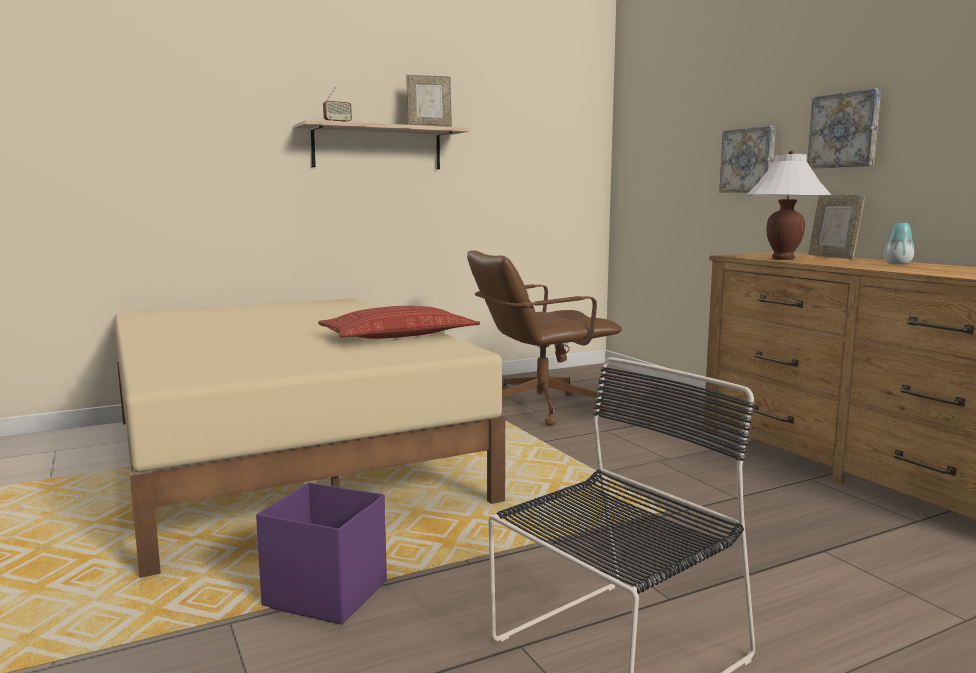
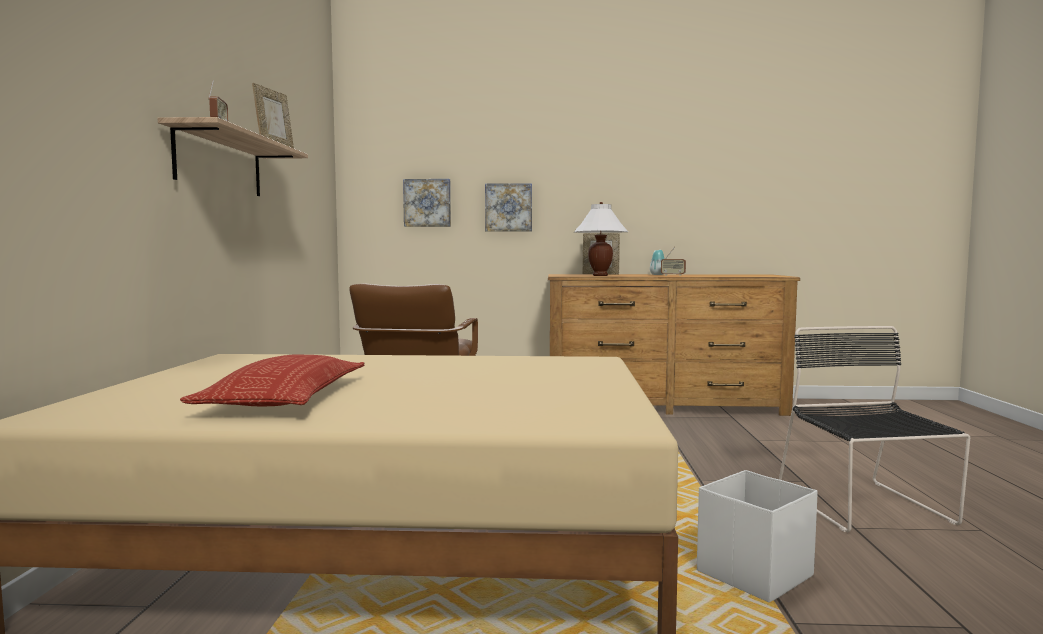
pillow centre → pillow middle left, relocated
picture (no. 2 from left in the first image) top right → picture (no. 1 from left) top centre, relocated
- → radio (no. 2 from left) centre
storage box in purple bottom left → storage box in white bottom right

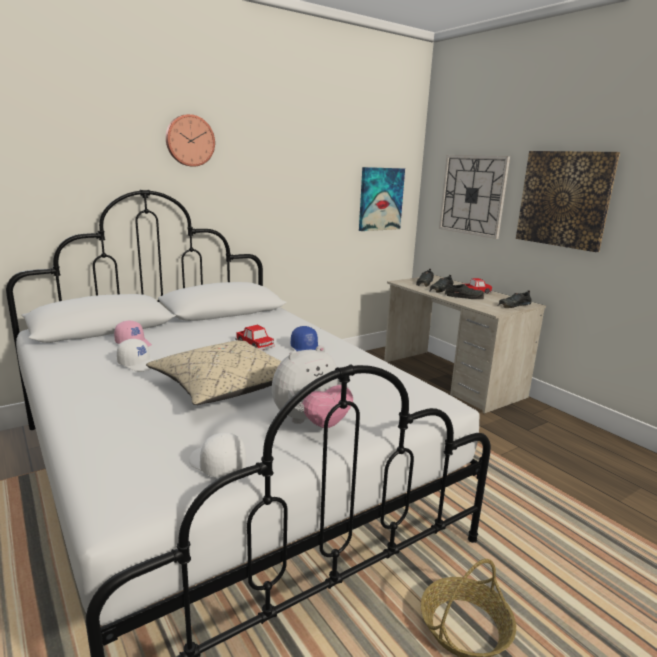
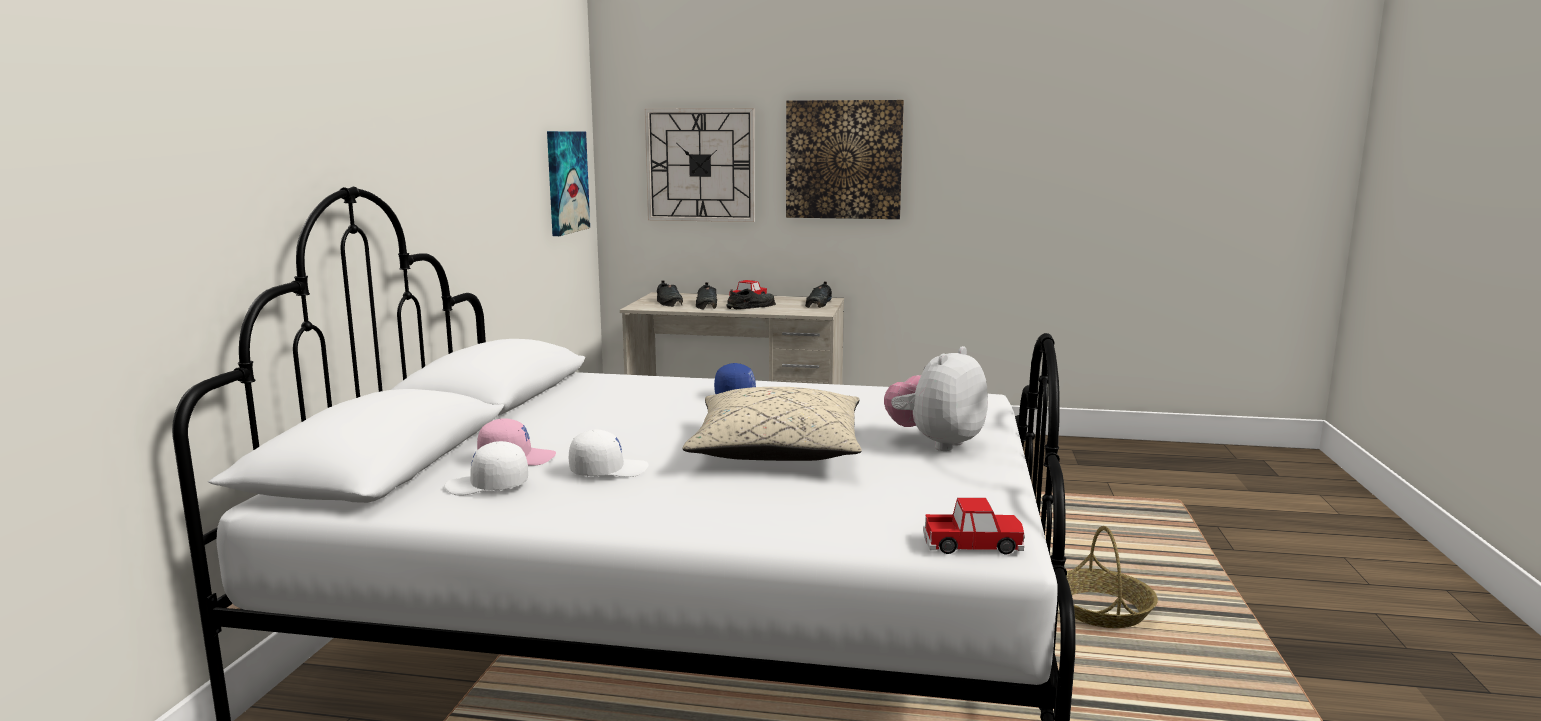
cap in white (no. 2 from left in the first image) bottom left → cap in white (no. 1 from left) middle left, relocated
plush toy centre, 150 degrees counterclockwise
toy car (no. 1 from left in the first image) centre → toy car (no. 2 from left) bottom centre, relocated
wall clock (no. 1 from left) top left → -

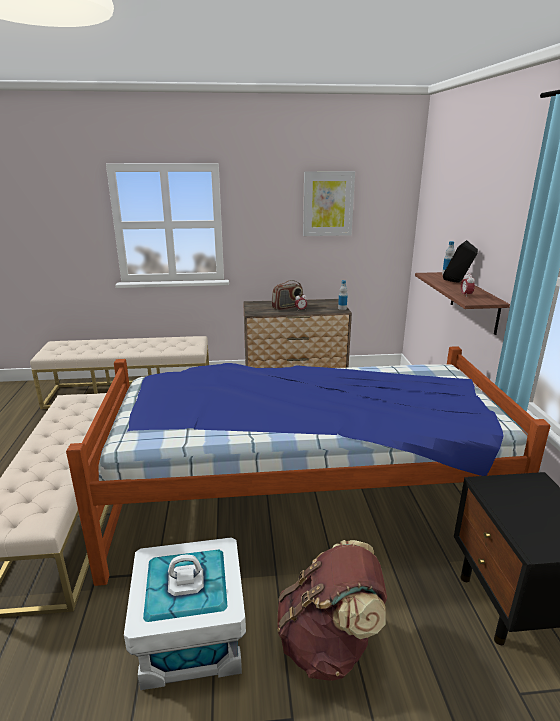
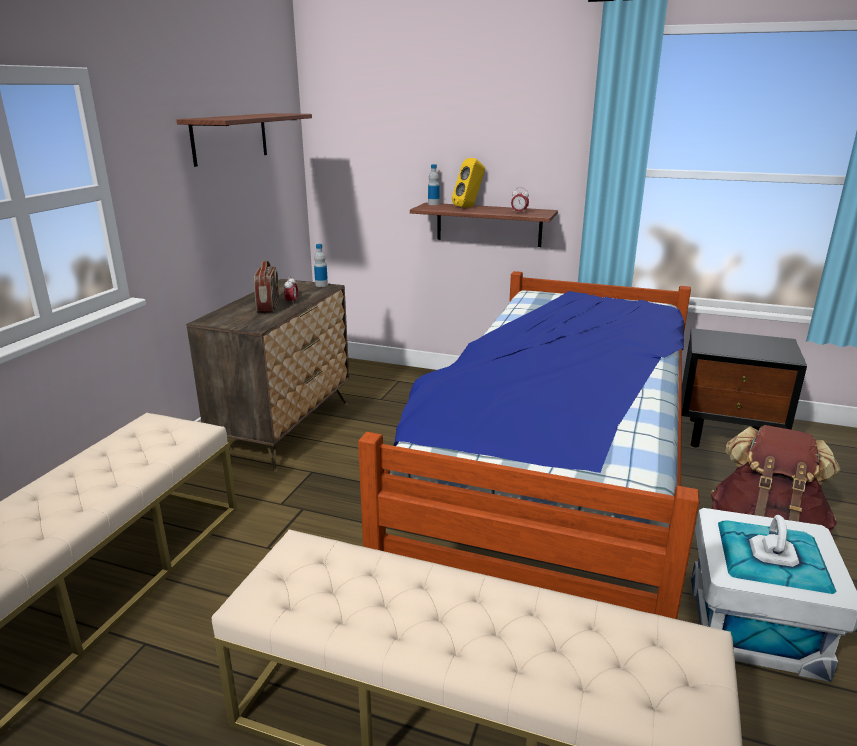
picture top centre → shelf (no. 1 from left) top left
speaker in black middle right → speaker in yellow top centre

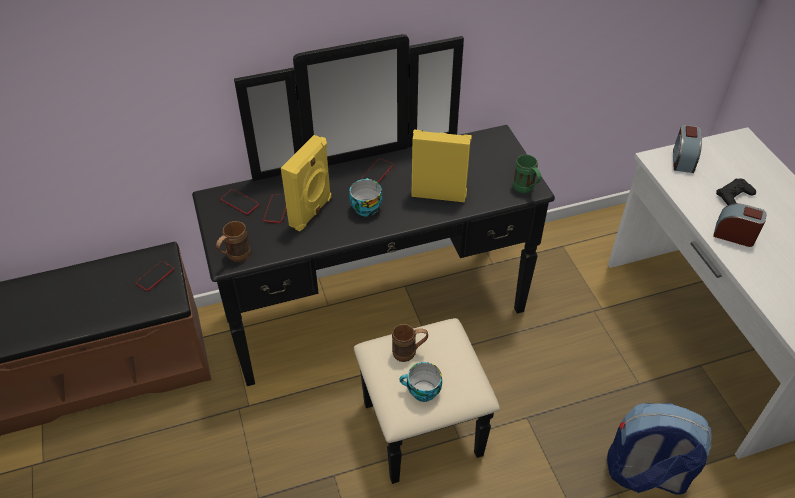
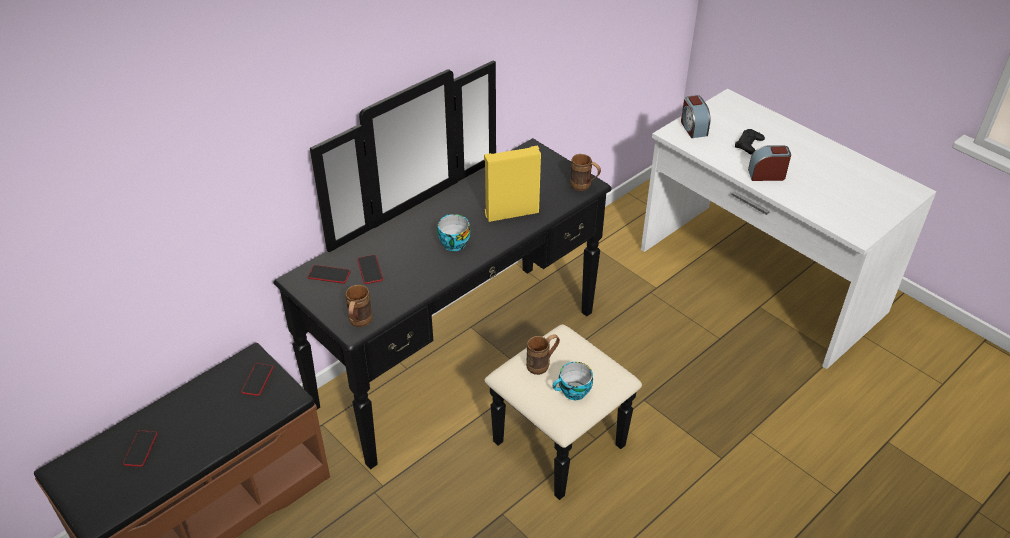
phone (no. 4 from left in the first image) centre → phone (no. 1 from left) bottom left, relocated
mug in green centre → mug in brown (no. 3 from left) top centre
speaker in yellow (no. 1 from left) centre → -
backpack bottom right → -

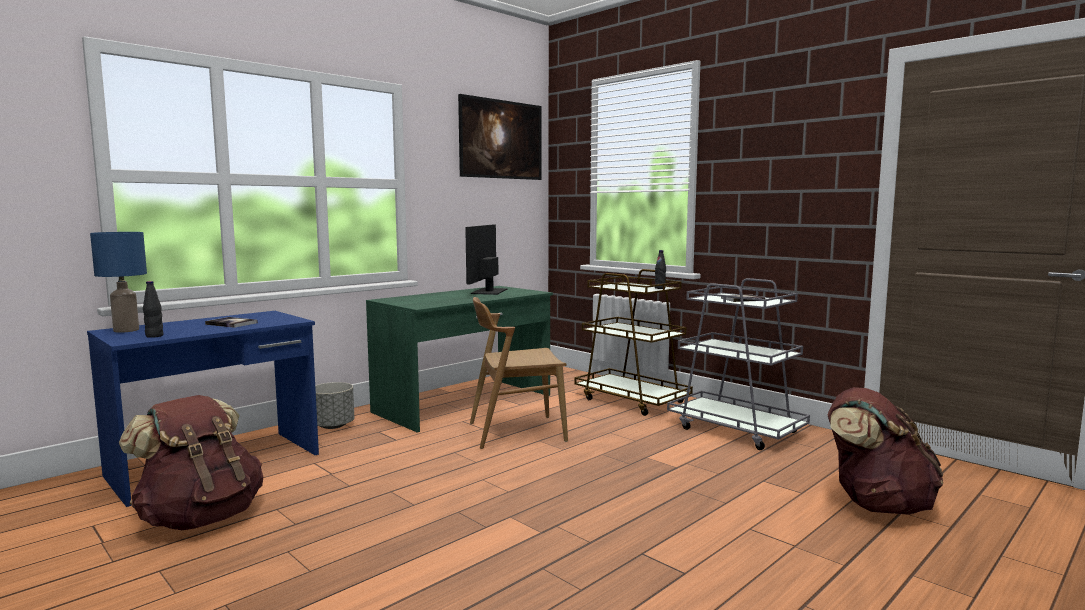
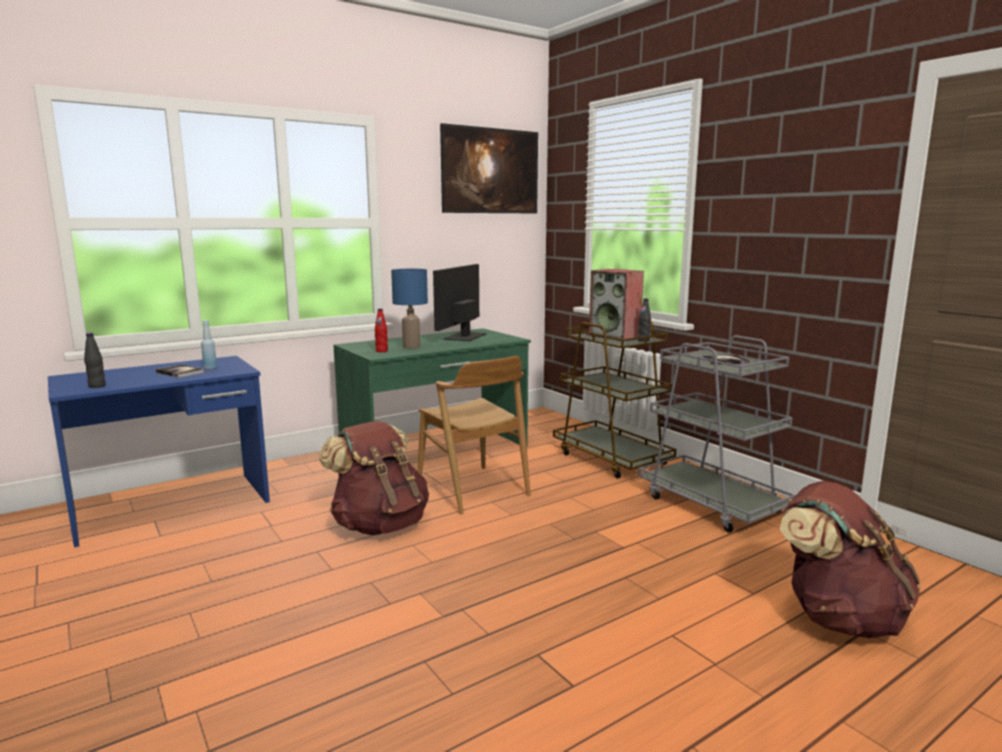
- → bottle in blue middle left
backpack in brown (no. 1 from left) bottom left → backpack in brown (no. 1 from left) centre, relocated
- → bottle in red centre
table lamp in blue middle left → table lamp in blue centre, relocated
chair in brown centre, 120 degrees counterclockwise
- → speaker centre
planter in grey middle left → -

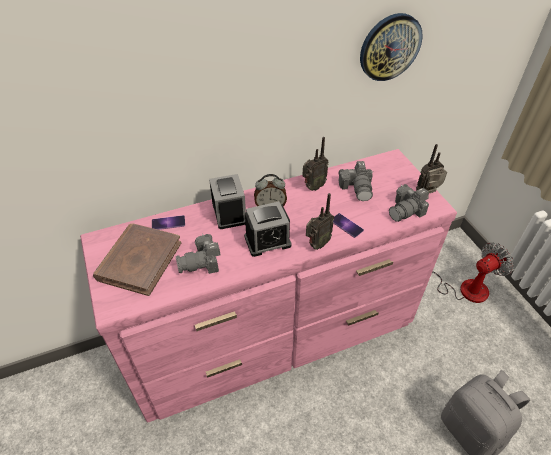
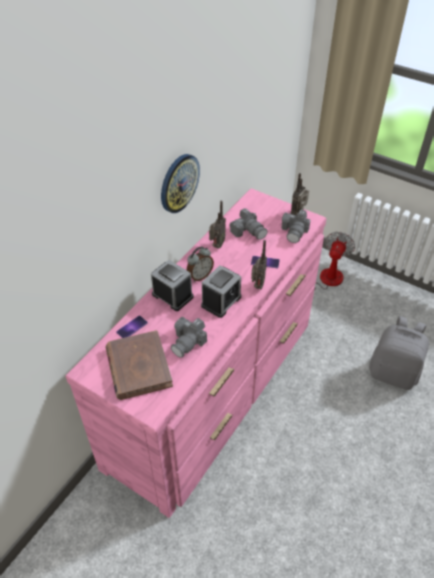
wall clock top right → wall clock top centre, relocated

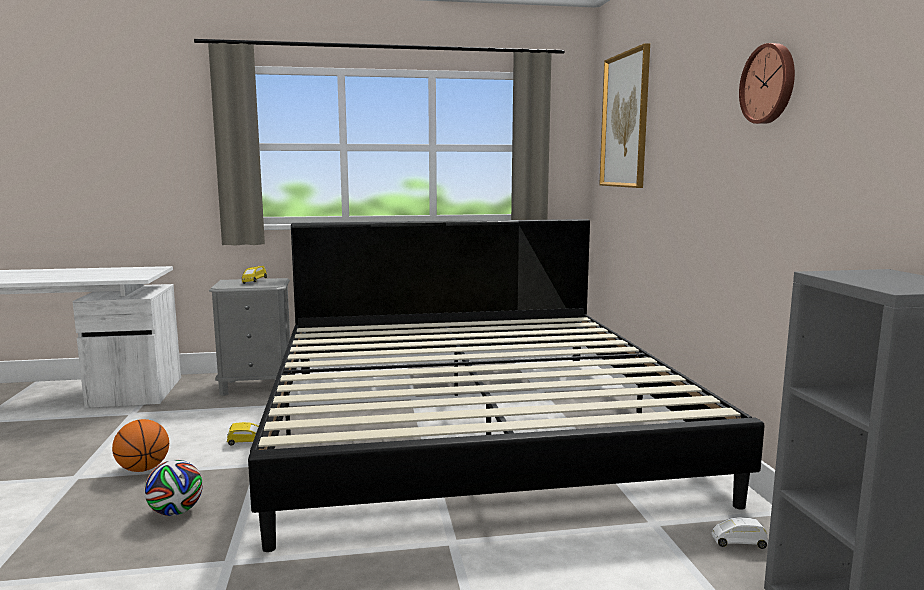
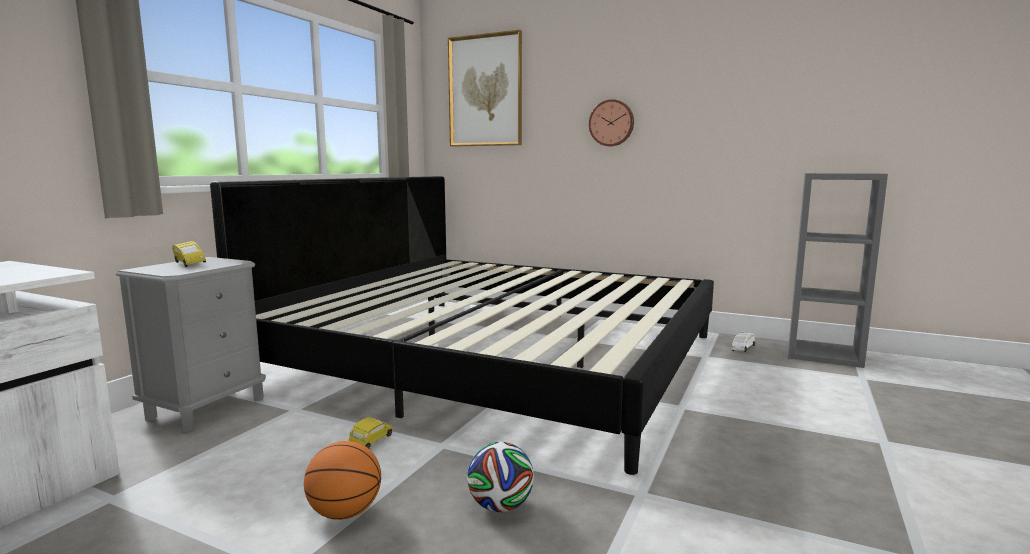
wall clock top right → wall clock top centre, relocated

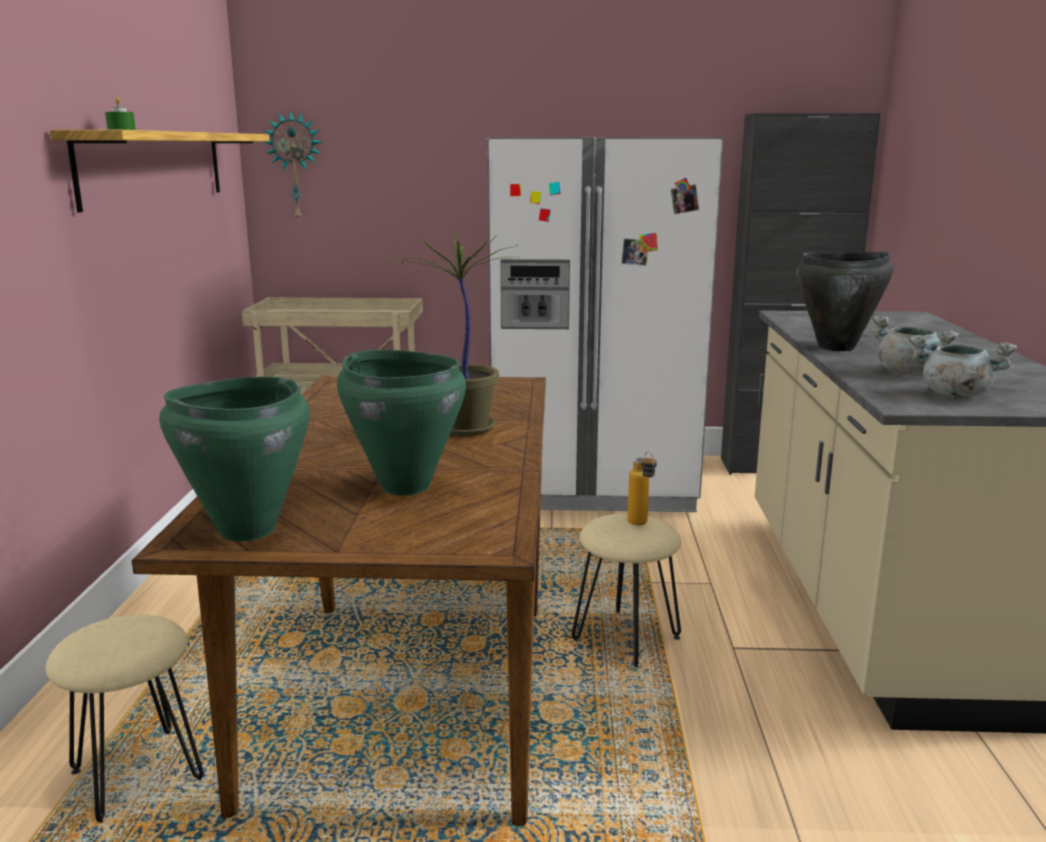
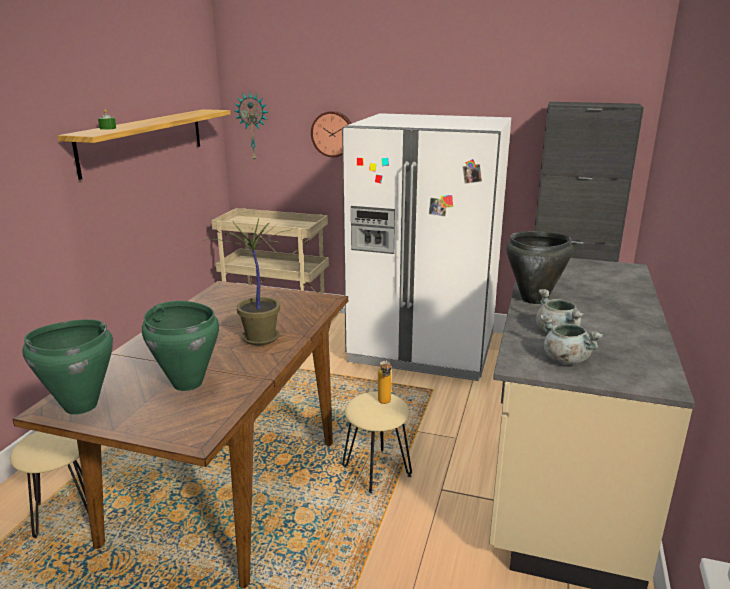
- → wall clock (no. 2 from left) top centre

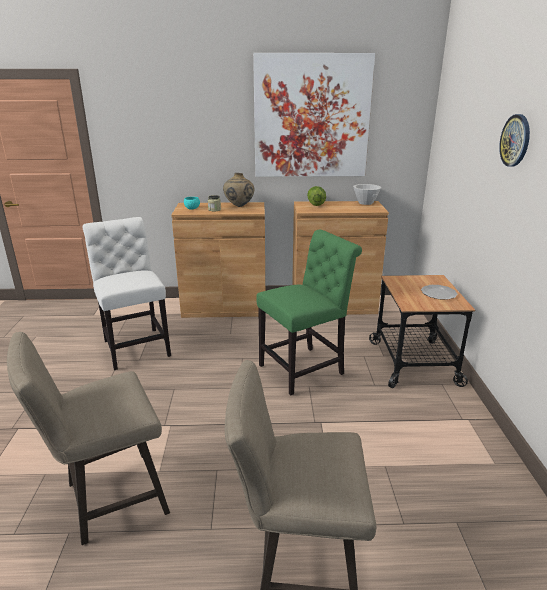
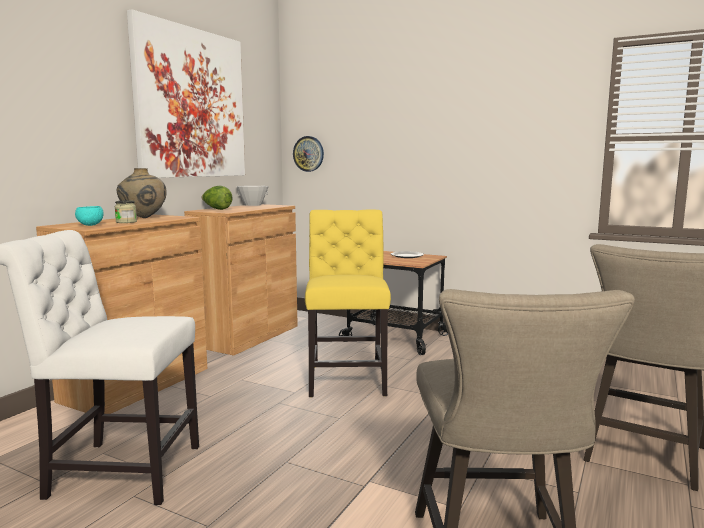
wall clock top right → wall clock top centre, relocated
chair in green centre → chair in yellow centre

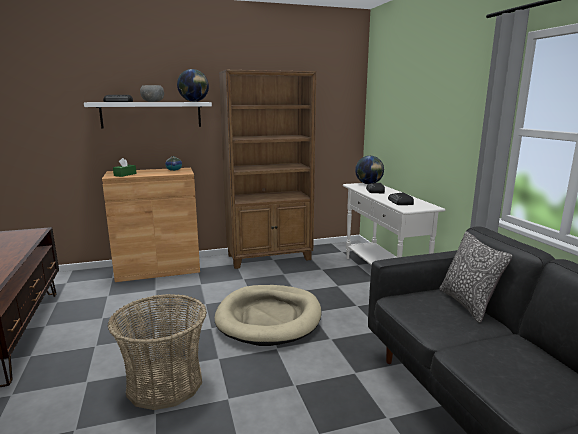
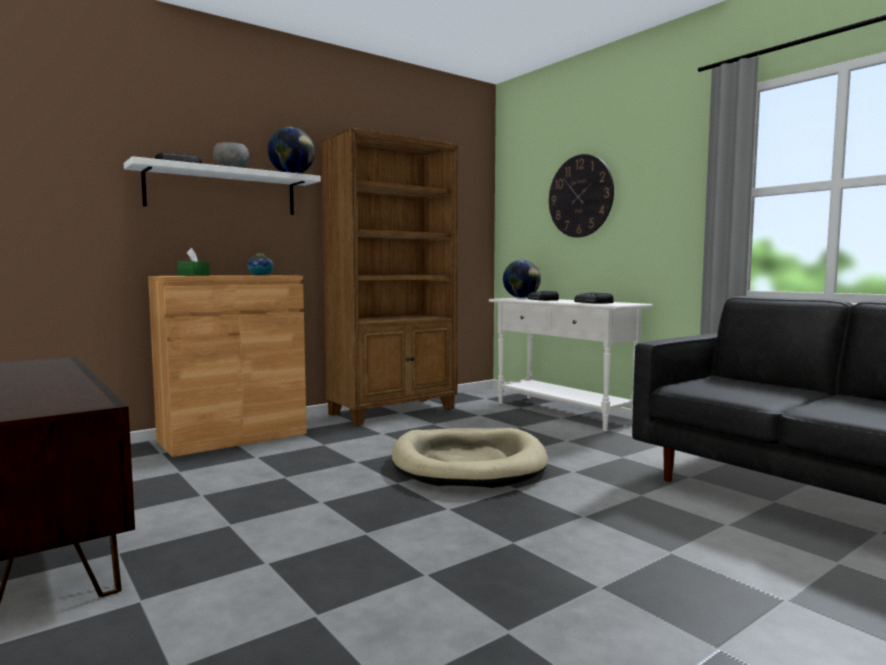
- → wall clock top centre
basket bottom left → -
pillow middle right → -

